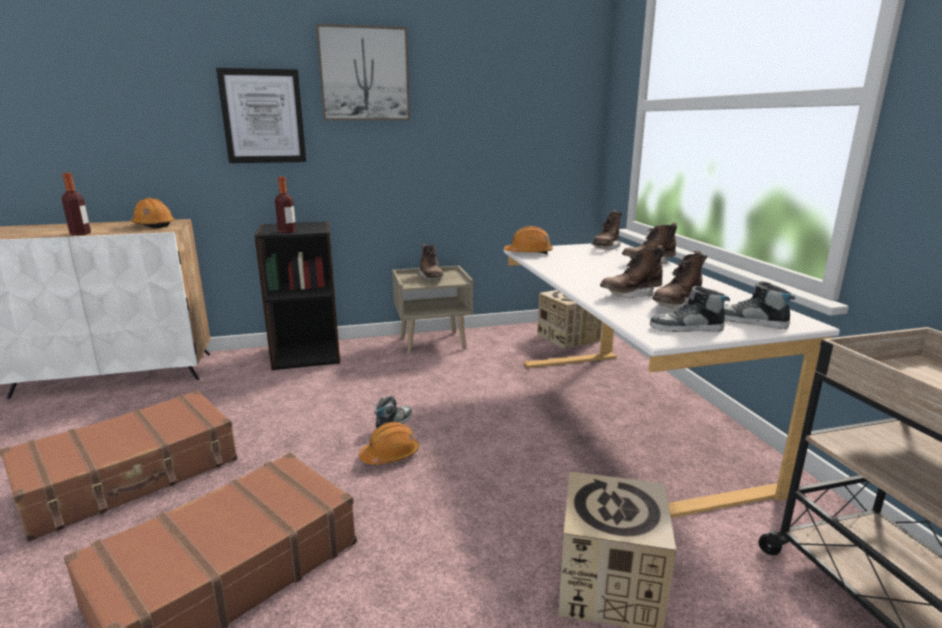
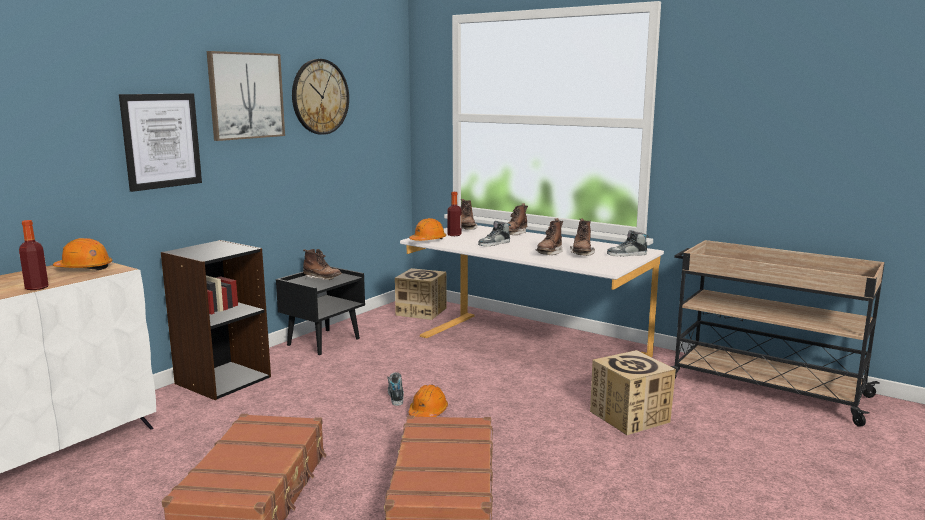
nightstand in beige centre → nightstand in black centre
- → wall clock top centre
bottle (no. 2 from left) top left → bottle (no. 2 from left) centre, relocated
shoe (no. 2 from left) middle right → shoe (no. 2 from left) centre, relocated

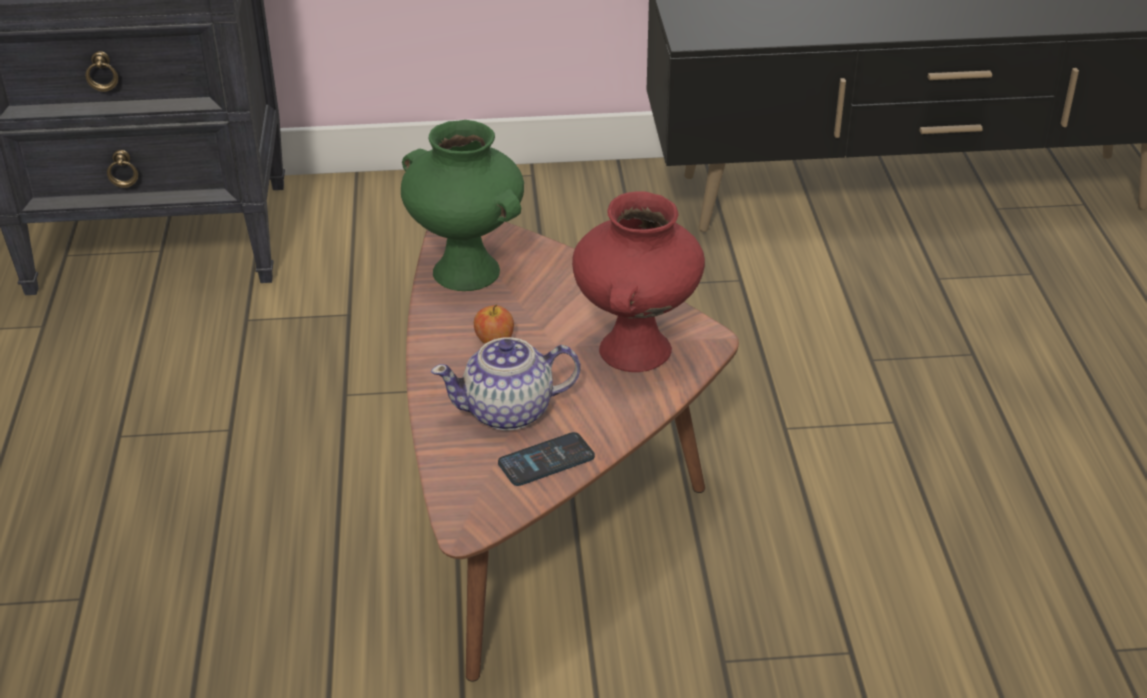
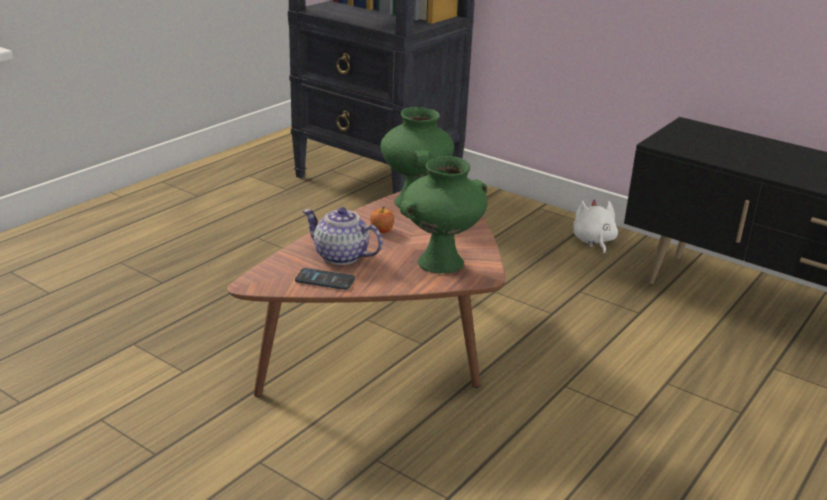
vase in red centre → vase in green (no. 2 from left) centre
- → plush toy in white middle right

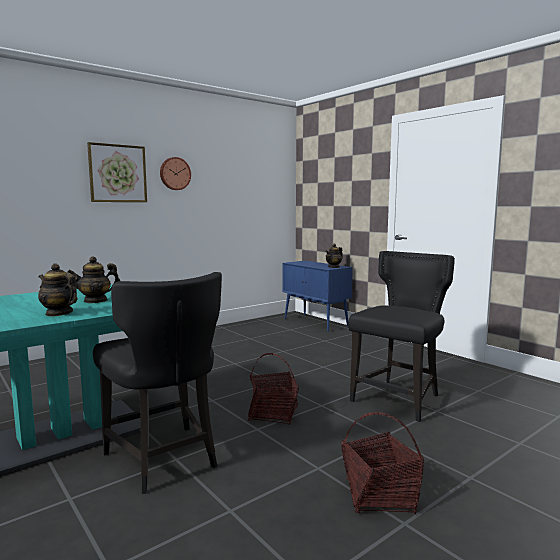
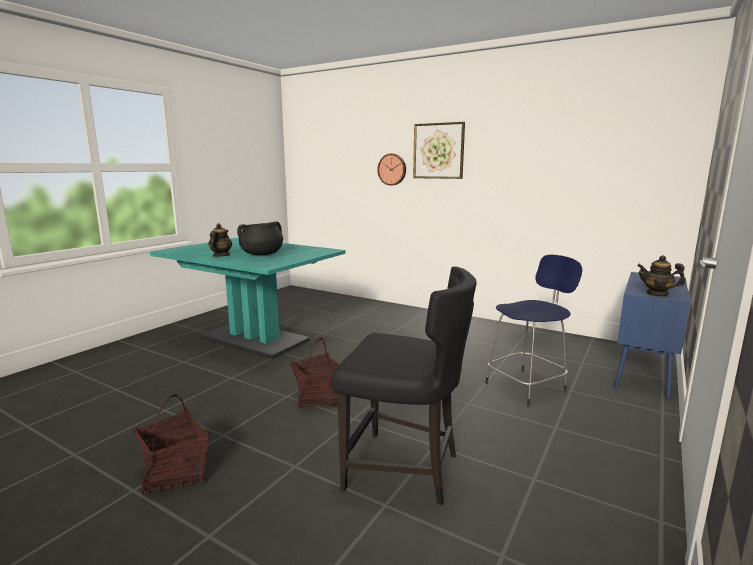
teapot (no. 2 from left) middle left → cooking pot in black centre
wall clock top left → wall clock top centre, relocated
- → stool in blue middle right
chair in black (no. 1 from left) bottom left → -

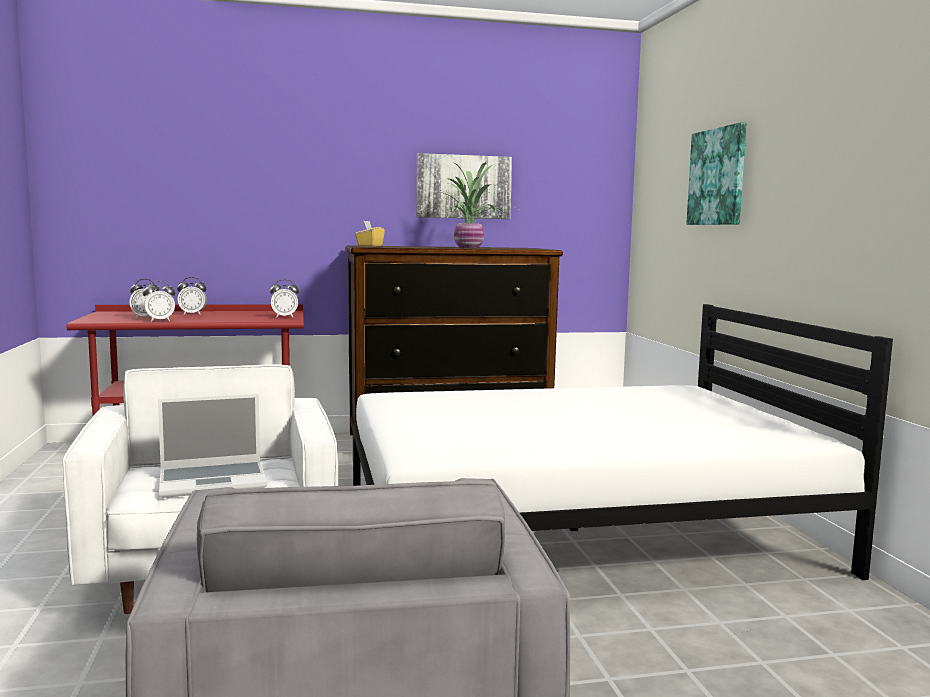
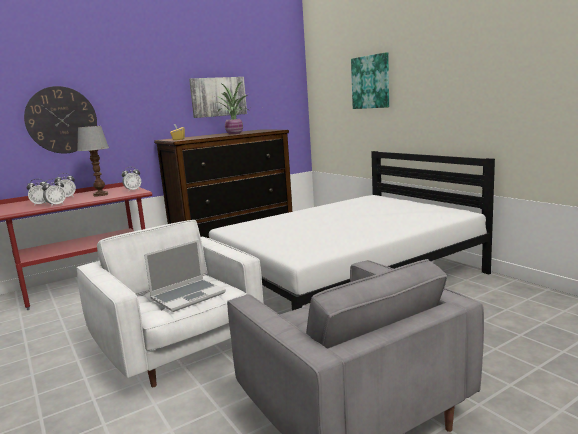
- → wall clock top left
- → table lamp middle left

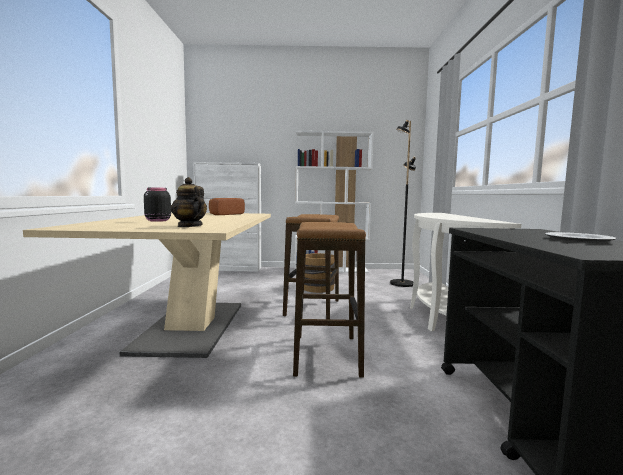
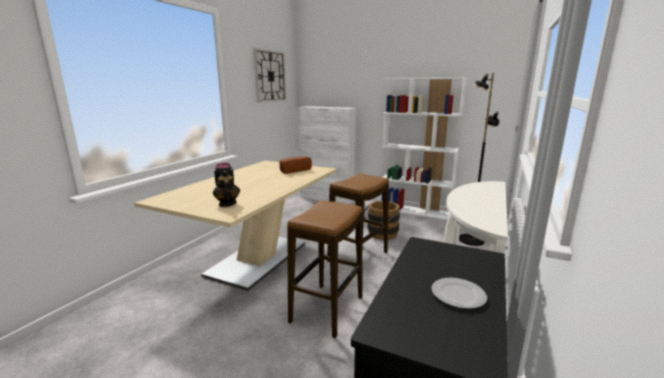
- → wall clock top centre

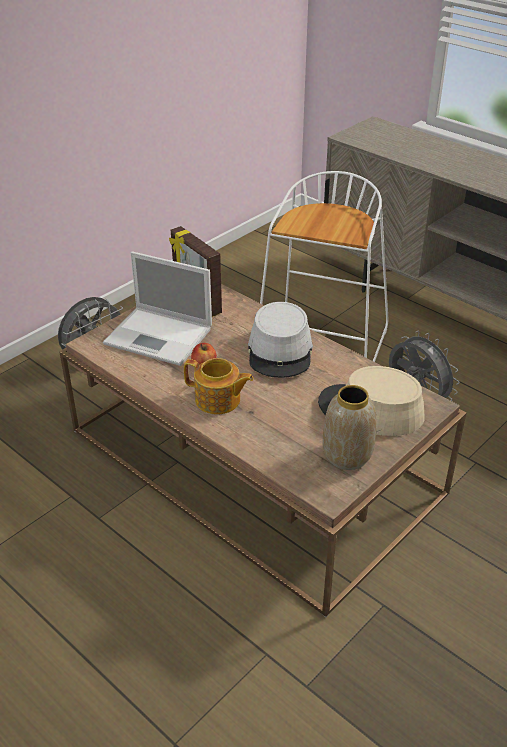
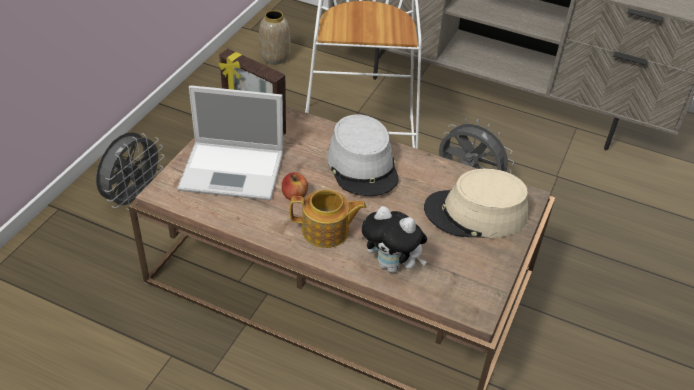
vase middle right → vase top centre, relocated
- → plush toy centre

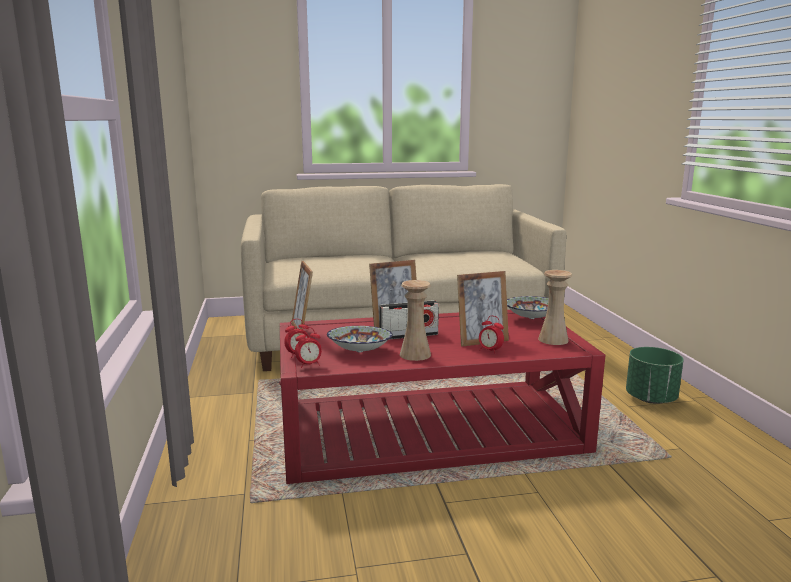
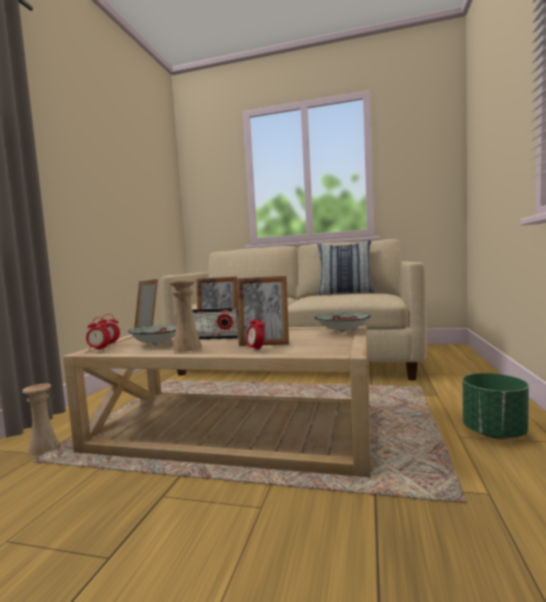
vase in beige (no. 2 from left in the first image) middle right → vase in beige (no. 1 from left) bottom left, relocated
coffee table in red bottom centre → coffee table in beige centre
- → pillow centre

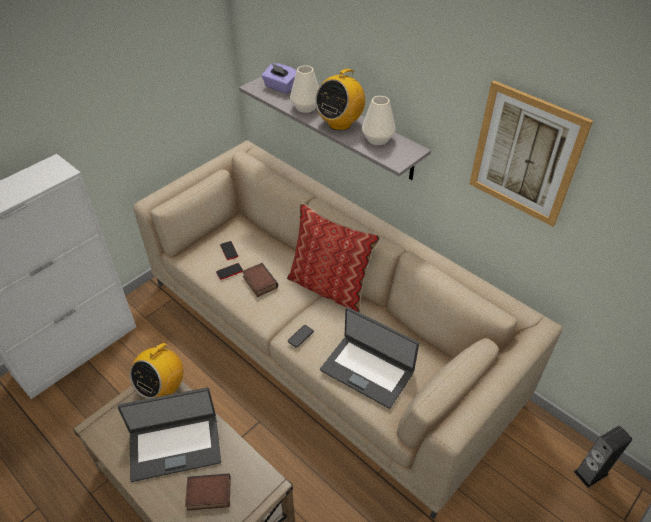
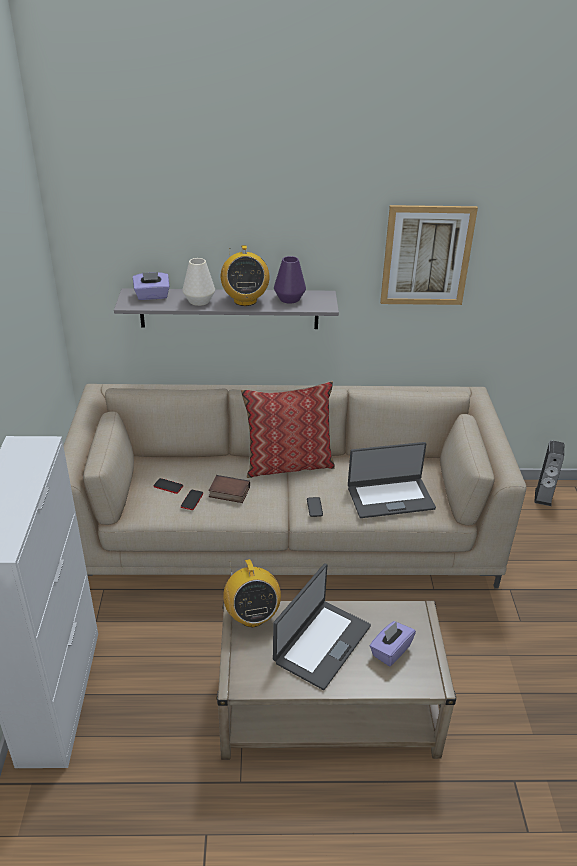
vase in white (no. 2 from left) top centre → vase in purple top centre
book (no. 1 from left) bottom left → tissue box in purple (no. 2 from left) bottom right

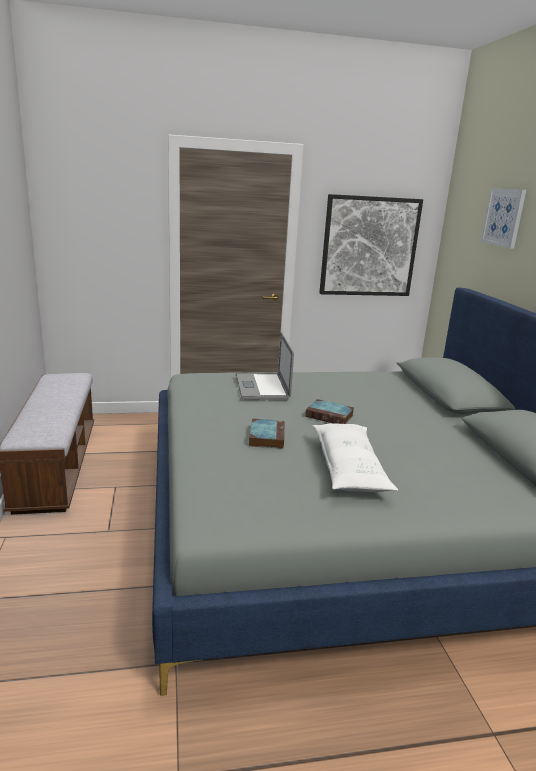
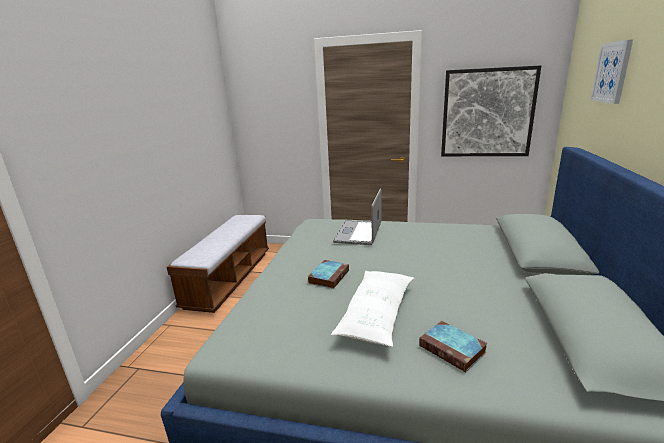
book (no. 2 from left) centre → book (no. 2 from left) bottom right, relocated

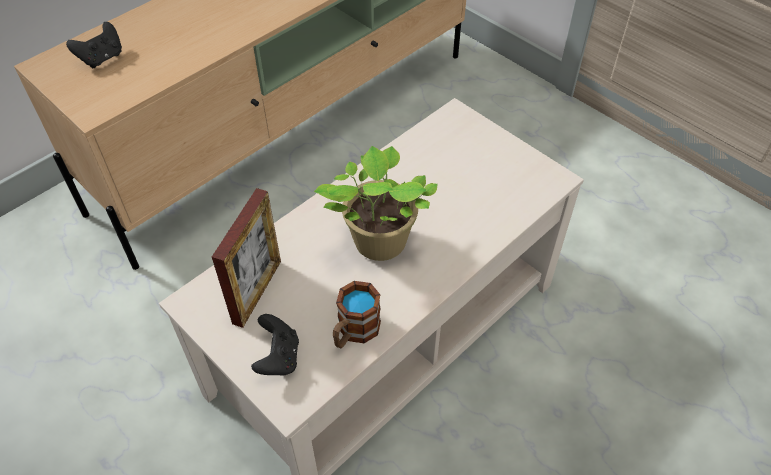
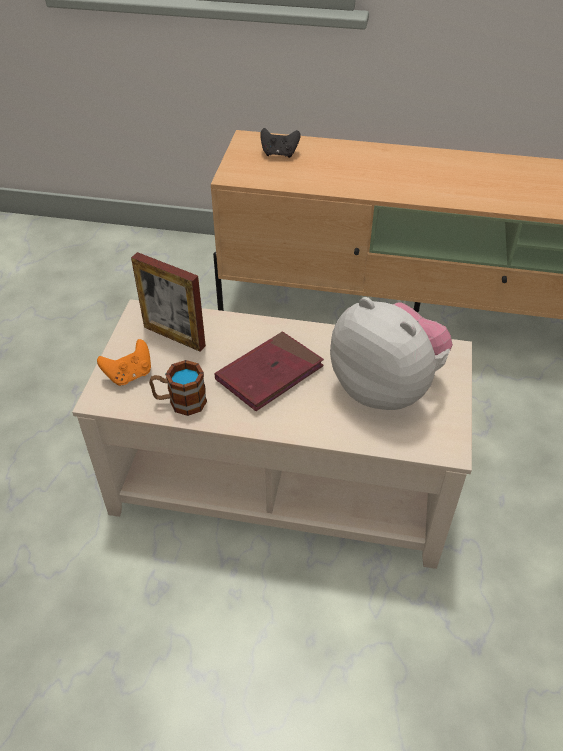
game controller in black (no. 2 from left) bottom centre → game controller in orange middle left
picture frame middle left, 45 degrees clockwise
potted plant centre → book in red centre
- → plush toy middle right

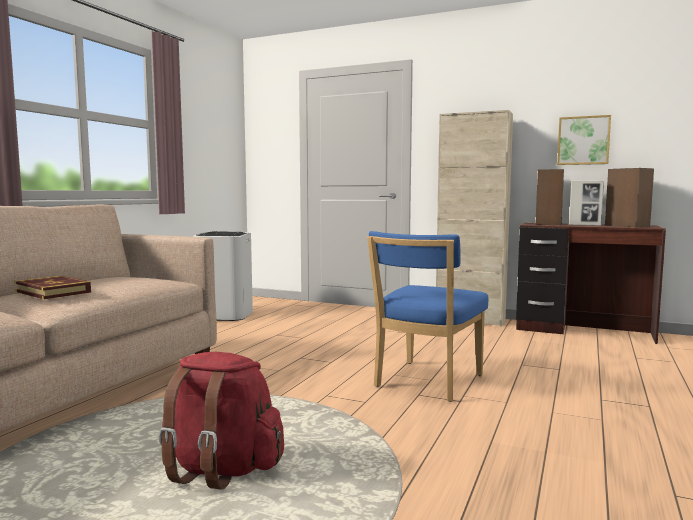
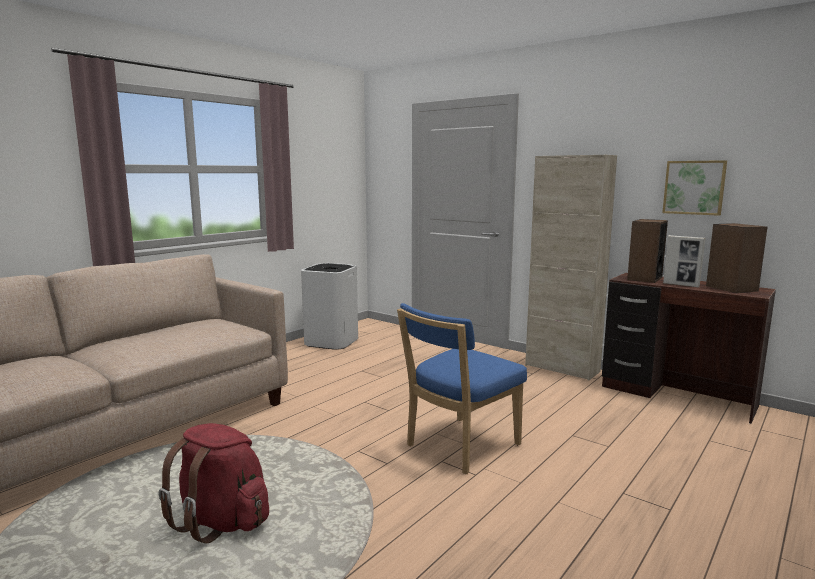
book middle left → -

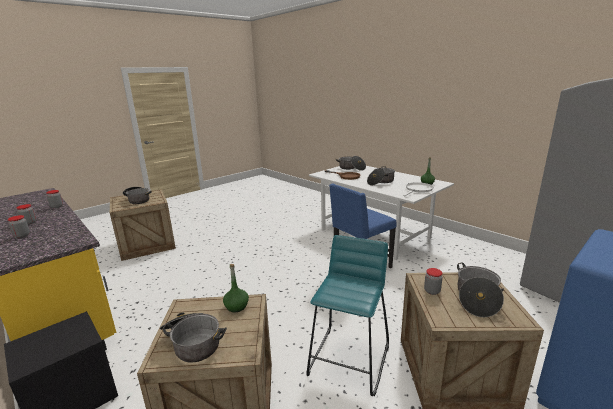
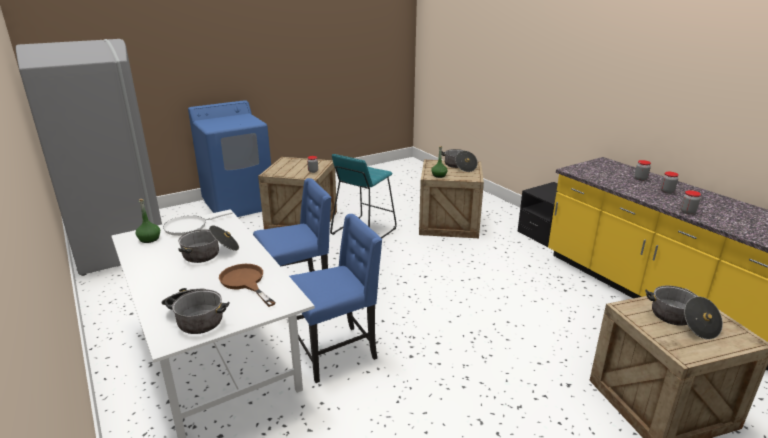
- → chair in blue (no. 2 from left) bottom centre
cooking pot (no. 5 from left) bottom right → -

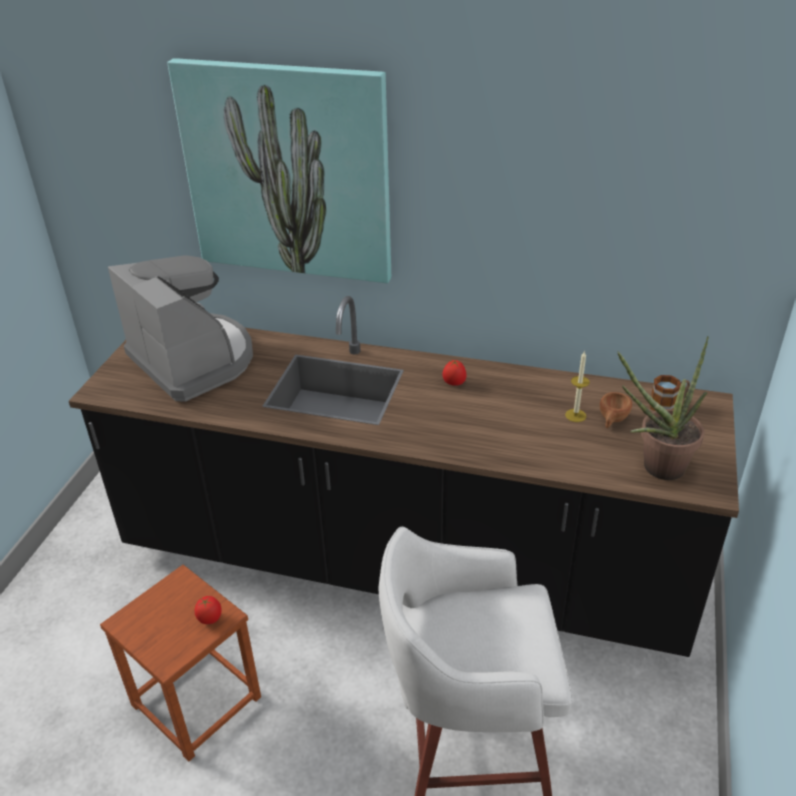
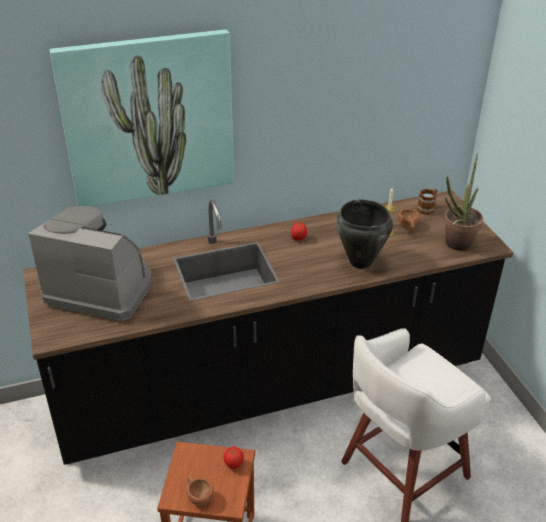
- → cup in brown (no. 1 from left) bottom centre
- → cooking pot in black middle right

